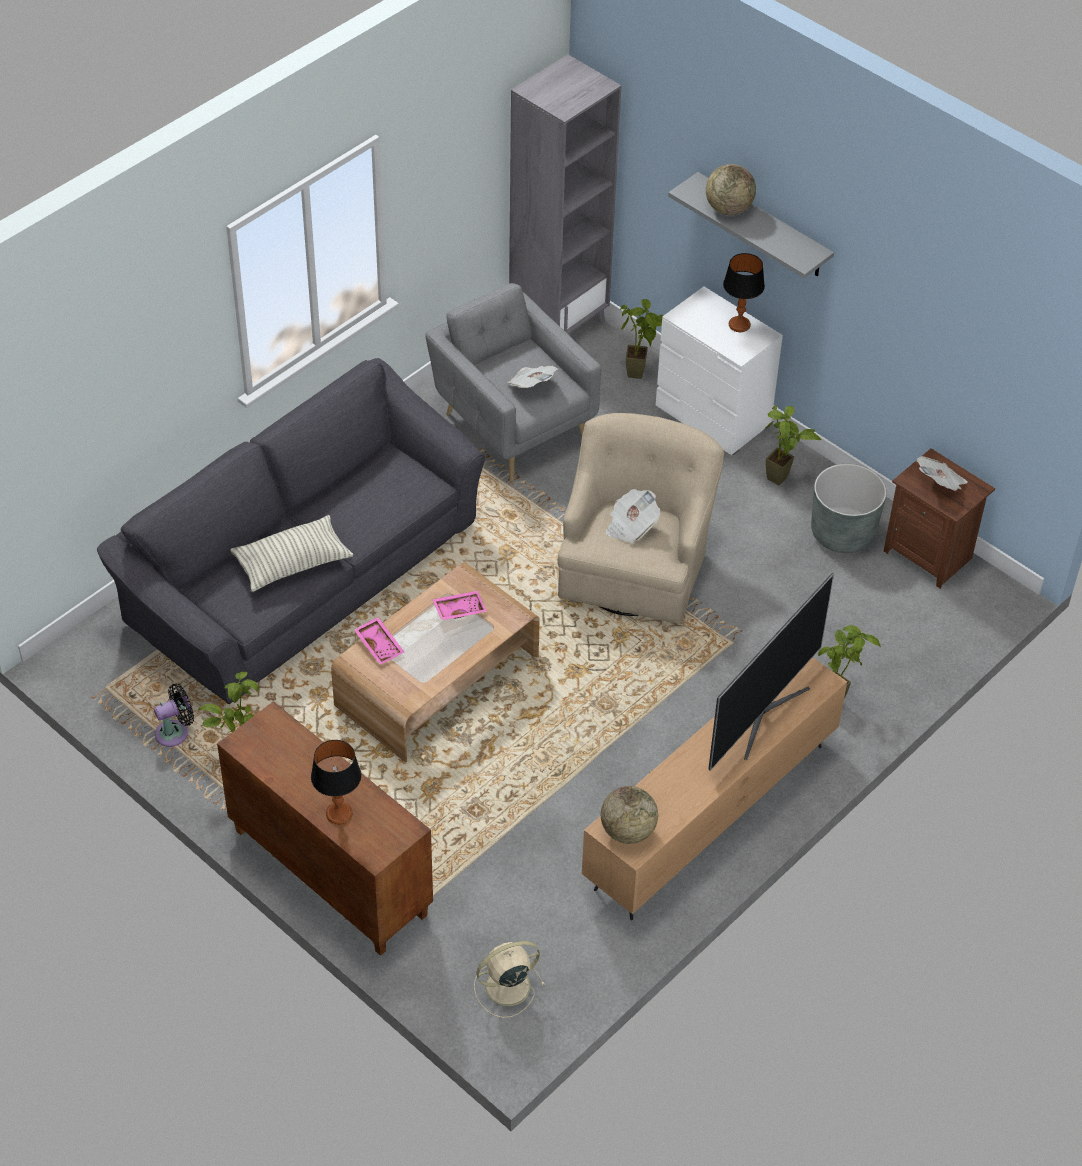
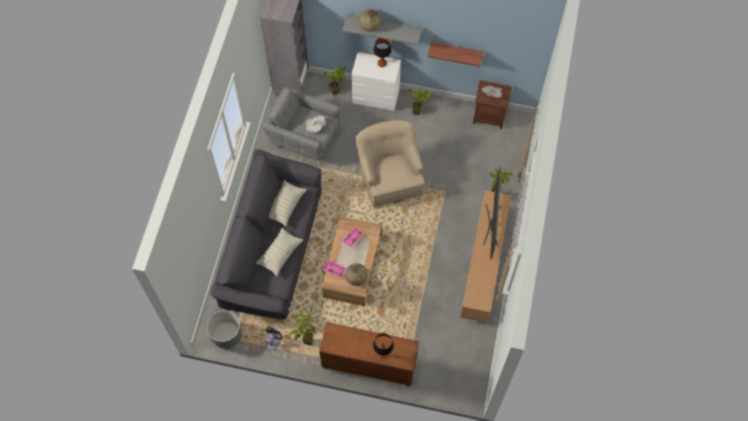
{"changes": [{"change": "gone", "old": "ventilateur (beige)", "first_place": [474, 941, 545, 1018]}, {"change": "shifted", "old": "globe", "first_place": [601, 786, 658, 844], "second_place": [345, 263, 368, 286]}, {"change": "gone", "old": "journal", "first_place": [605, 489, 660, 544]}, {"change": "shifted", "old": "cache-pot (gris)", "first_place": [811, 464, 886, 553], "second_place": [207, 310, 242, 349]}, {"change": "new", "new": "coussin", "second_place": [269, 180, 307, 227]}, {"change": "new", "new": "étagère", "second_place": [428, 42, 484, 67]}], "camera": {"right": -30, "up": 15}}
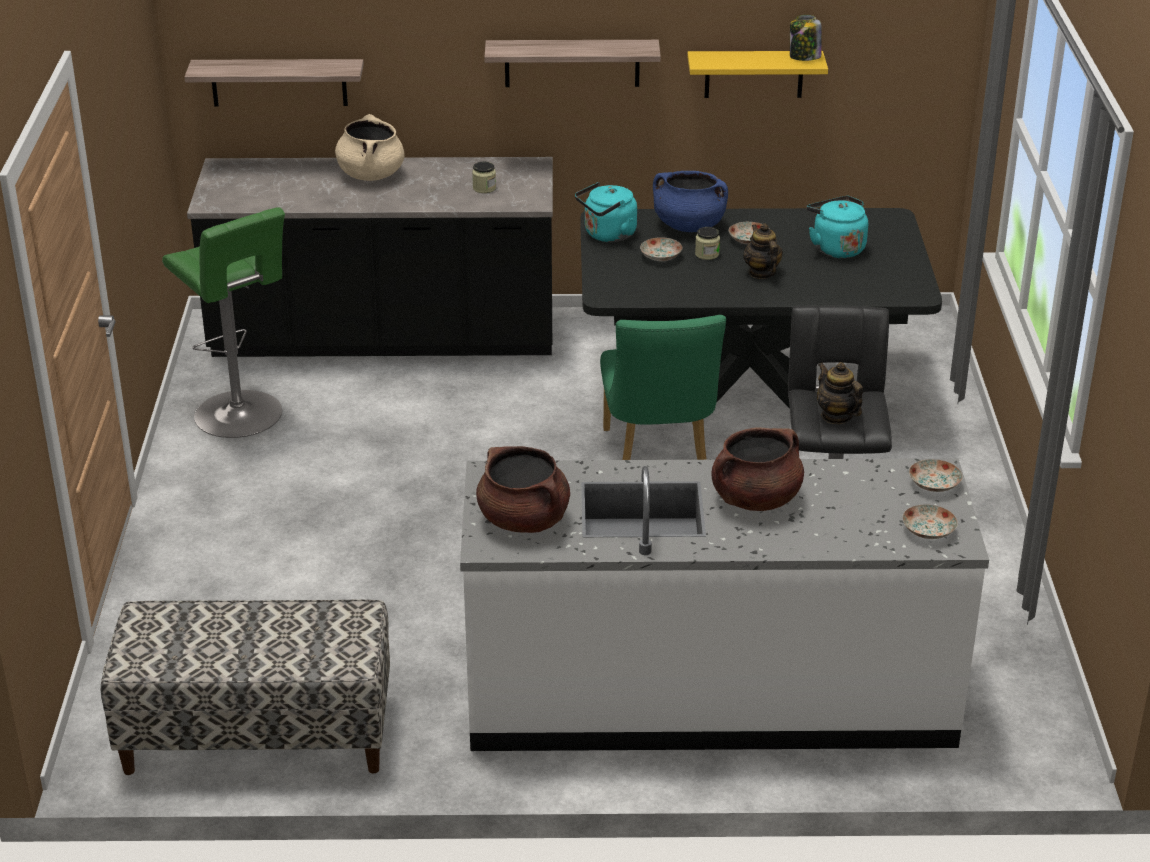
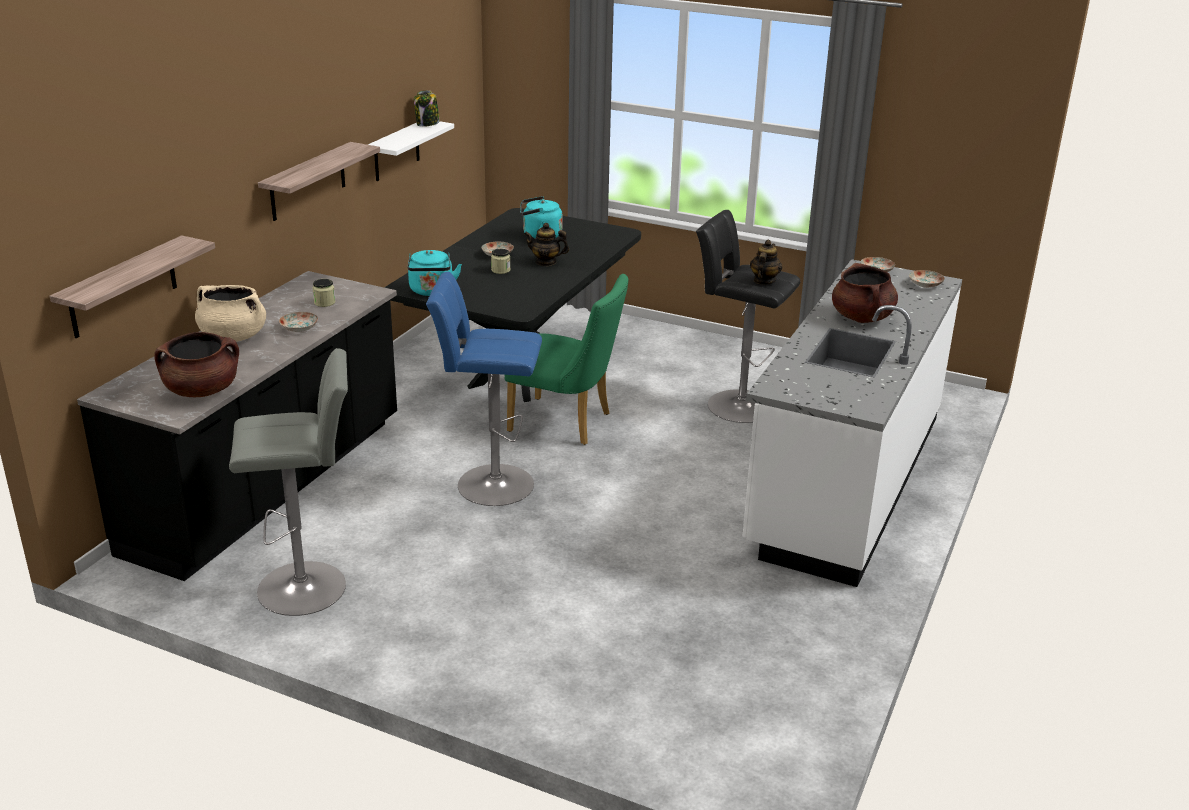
{"changes": [{"change": "gone", "old": "banc", "first_place": [101, 599, 390, 775]}, {"change": "repainted", "old": "tabouret (vert)", "new": "tabouret (gris)", "first_place": [162, 207, 285, 438], "second_place": [229, 348, 348, 616]}, {"change": "shifted", "old": "marmite (marron)", "first_place": [476, 446, 570, 533], "second_place": [154, 332, 239, 397]}, {"change": "shifted", "old": "assiette", "first_place": [640, 237, 682, 261], "second_place": [279, 312, 318, 332]}, {"change": "gone", "old": "marmite (bleu)", "first_place": [653, 171, 728, 232]}, {"change": "repainted", "old": "étagère (jaune)", "new": "étagère (blanc)", "first_place": [687, 51, 828, 98], "second_place": [368, 122, 454, 181]}, {"change": "rotated", "old": "théière", "first_place": [817, 362, 863, 424], "second_place": [750, 240, 782, 284], "degrees": 120}, {"change": "new", "new": "tabouret (bleu)", "second_place": [426, 272, 542, 506]}], "camera": {"right": -65, "up": -5}}
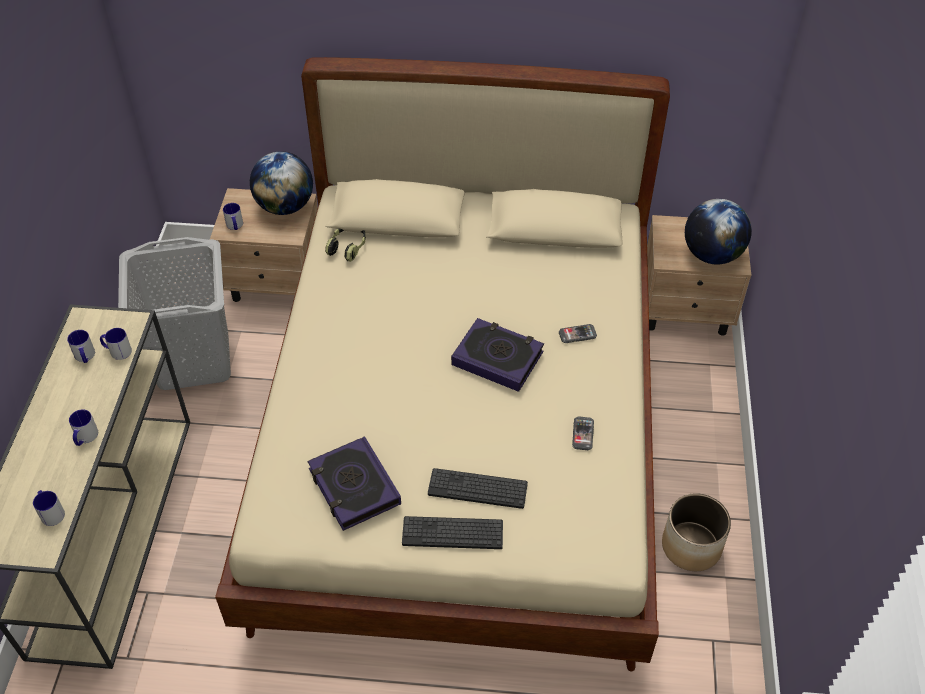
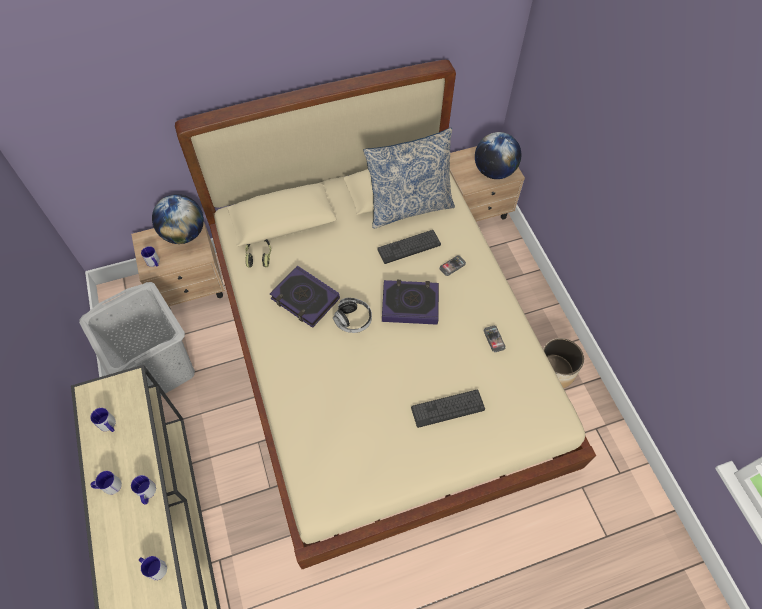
{"changes": [{"change": "shifted", "old": "mug", "first_place": [100, 328, 132, 360], "second_place": [91, 471, 122, 495]}, {"change": "shifted", "old": "livre", "first_place": [308, 436, 401, 531], "second_place": [270, 266, 340, 328]}, {"change": "shifted", "old": "clavier", "first_place": [402, 516, 503, 549], "second_place": [377, 230, 441, 264]}, {"change": "new", "new": "casque audio", "second_place": [333, 298, 372, 333]}, {"change": "new", "new": "coussin", "second_place": [363, 128, 455, 229]}], "camera": {"right": -25, "up": 10}}
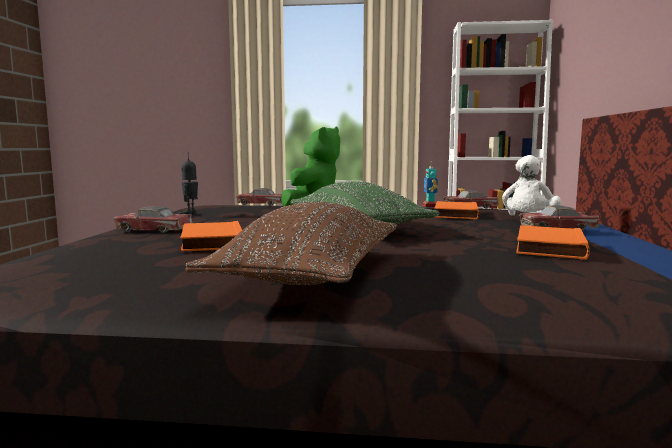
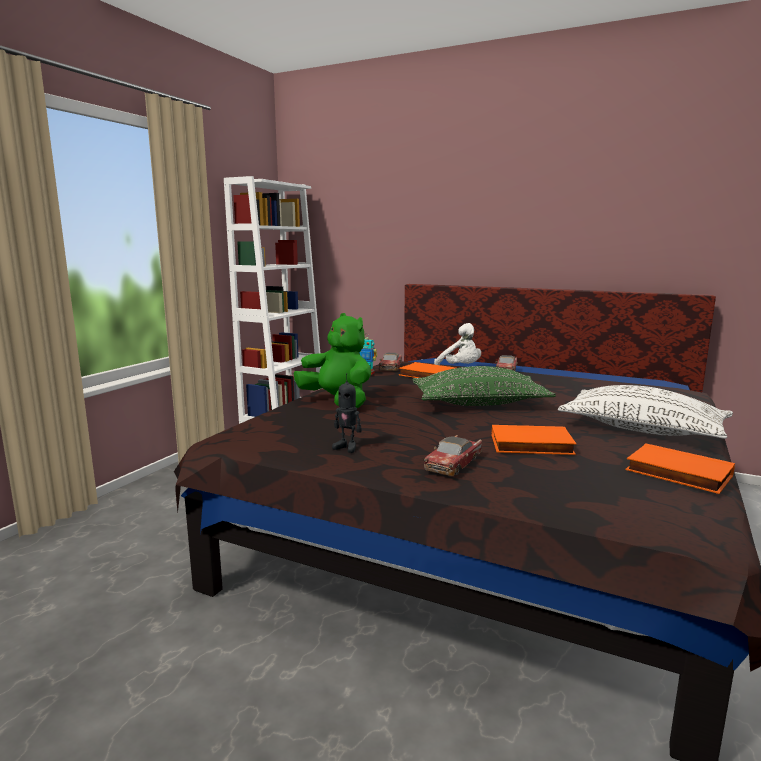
{"changes": [{"change": "repainted", "old": "coussin (marron)", "new": "coussin (blanc)", "first_place": [185, 202, 397, 285], "second_place": [558, 385, 733, 439]}, {"change": "gone", "old": "petite voiture", "first_place": [236, 188, 282, 206]}, {"change": "shifted", "old": "livre (orange)", "first_place": [516, 225, 590, 260], "second_place": [625, 443, 735, 494]}], "camera": {"right": -70, "up": 5}}
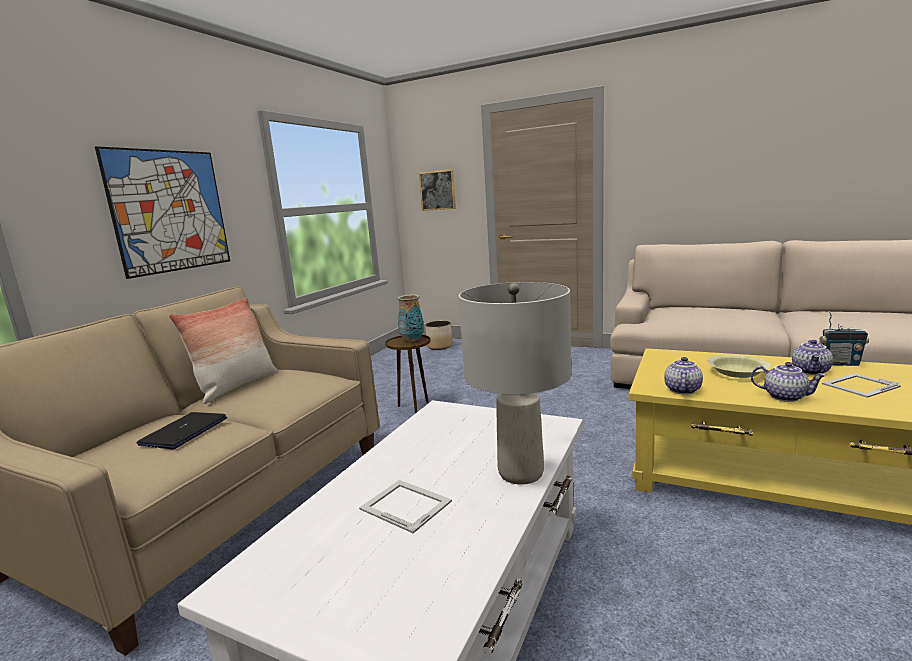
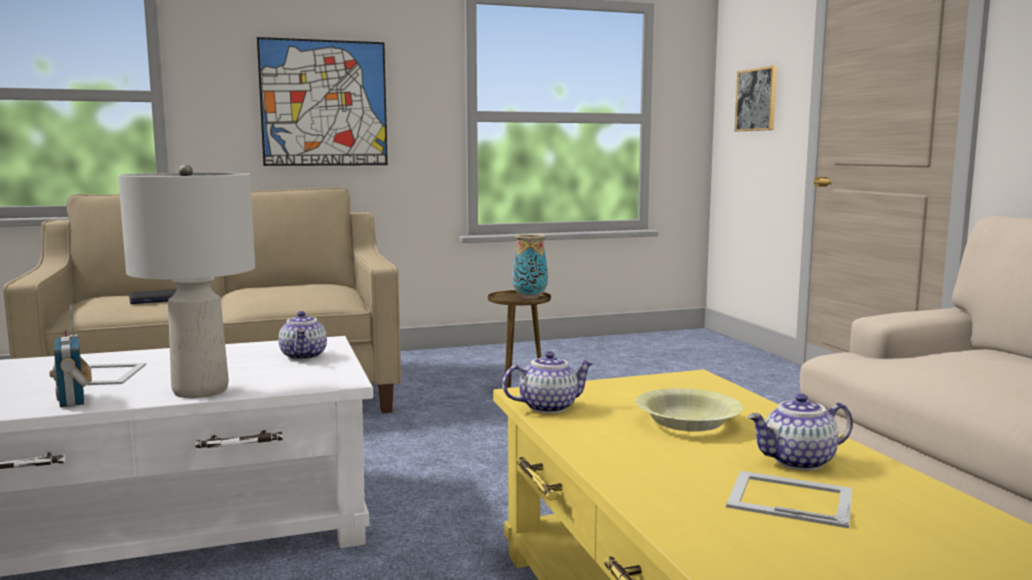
{"changes": [{"change": "gone", "old": "coussin", "first_place": [169, 298, 278, 404]}, {"change": "gone", "old": "cache-pot", "first_place": [425, 321, 453, 350]}, {"change": "shifted", "old": "théière", "first_place": [751, 362, 827, 402], "second_place": [279, 311, 327, 360]}, {"change": "shifted", "old": "radio", "first_place": [819, 311, 869, 366], "second_place": [49, 305, 92, 407]}], "camera": {"right": 45, "up": -5}}
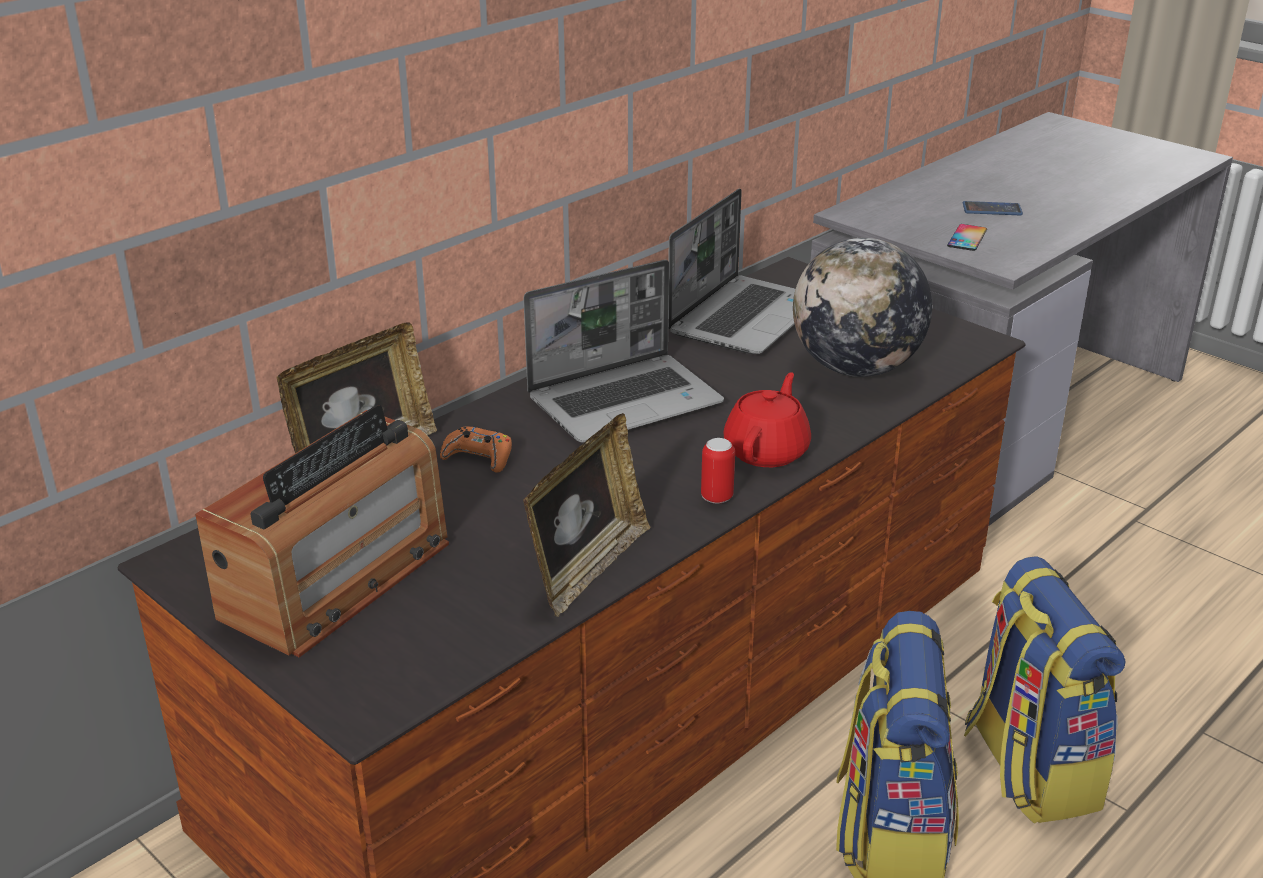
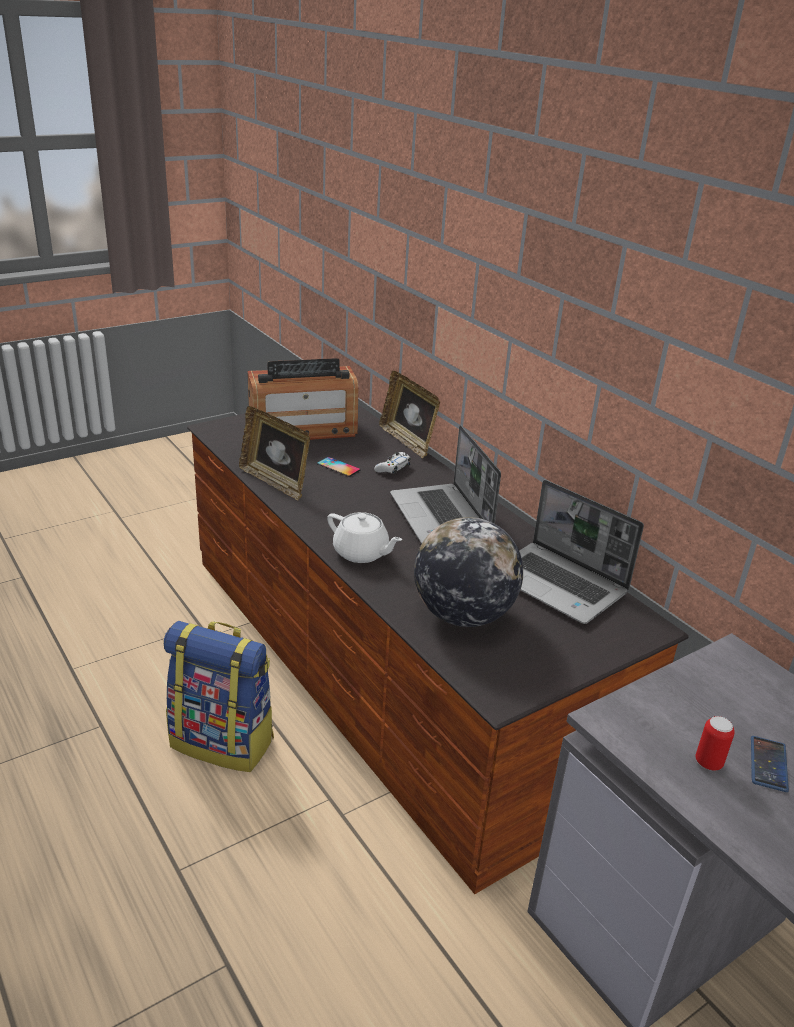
{"changes": [{"change": "rotated", "old": "radio", "first_place": [195, 405, 449, 657], "second_place": [247, 358, 358, 440], "degrees": -60}, {"change": "repainted", "old": "manette (orange)", "new": "manette (blanc)", "first_place": [440, 426, 512, 473], "second_place": [374, 452, 411, 474]}, {"change": "shifted", "old": "boîte métallique", "first_place": [701, 438, 735, 504], "second_place": [696, 716, 735, 771]}, {"change": "repainted", "old": "théière (rouge)", "new": "théière (blanc)", "first_place": [724, 372, 811, 467], "second_place": [327, 512, 402, 563]}, {"change": "shifted", "old": "téléphone", "first_place": [947, 224, 987, 251], "second_place": [317, 457, 361, 477]}, {"change": "gone", "old": "sac à dos", "first_place": [964, 556, 1125, 824]}], "camera": {"right": 100, "up": 0}}
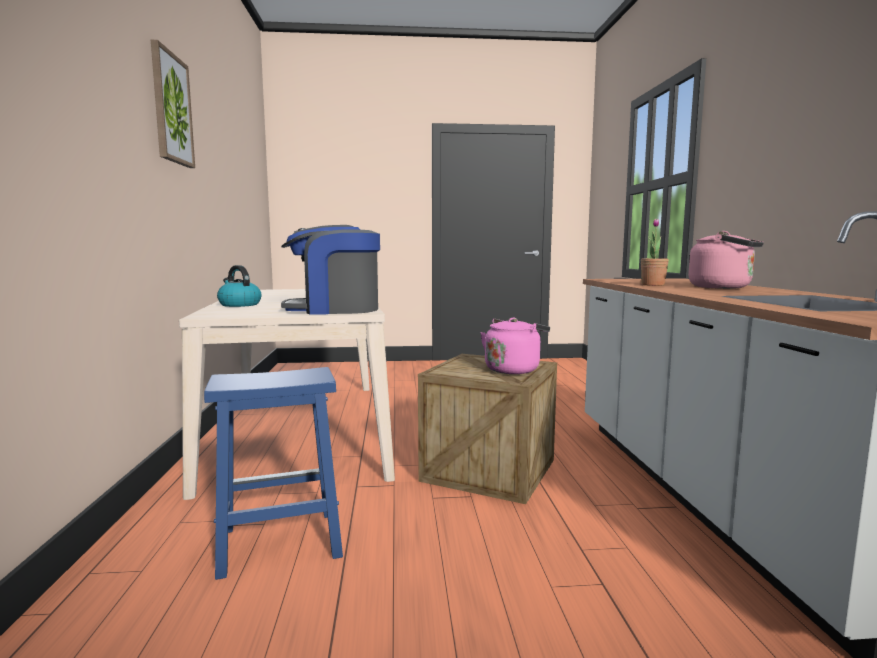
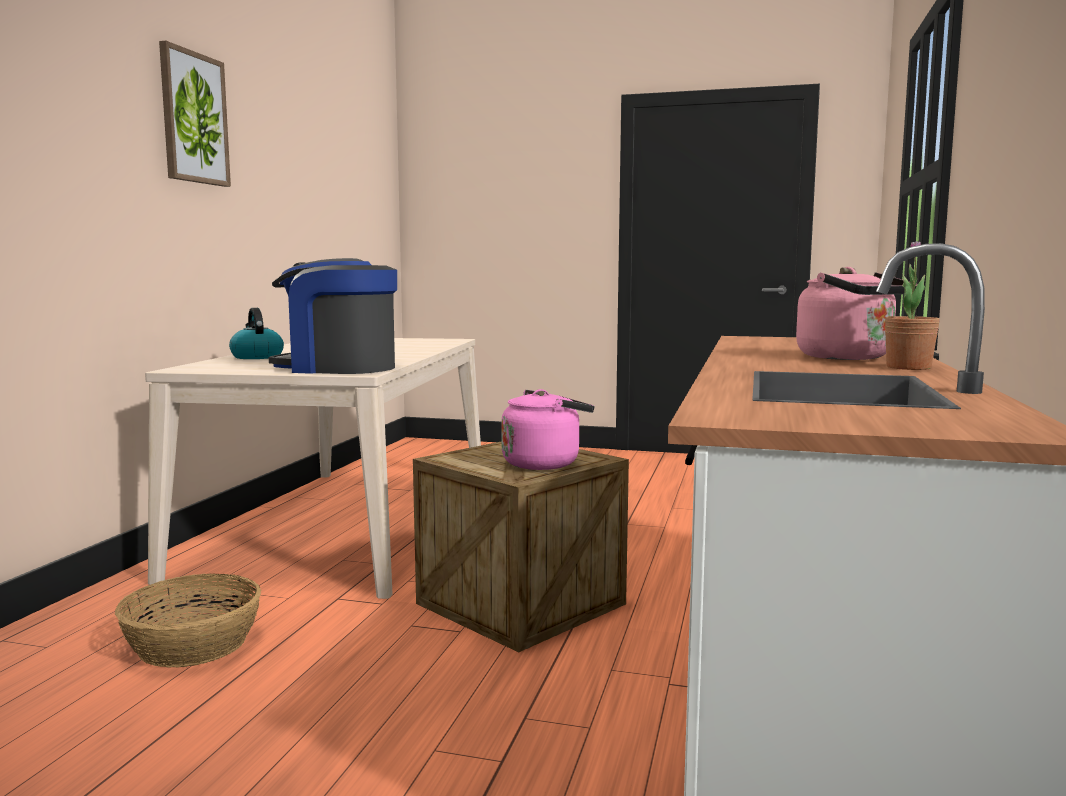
{"changes": [{"change": "swapped", "old": "tabouret (bleu)", "new": "panier", "first_place": [204, 367, 343, 580], "second_place": [115, 574, 261, 668]}, {"change": "shifted", "old": "plante en pot", "first_place": [641, 219, 669, 286], "second_place": [885, 241, 940, 370]}], "camera": {"right": 20, "up": 0}}
